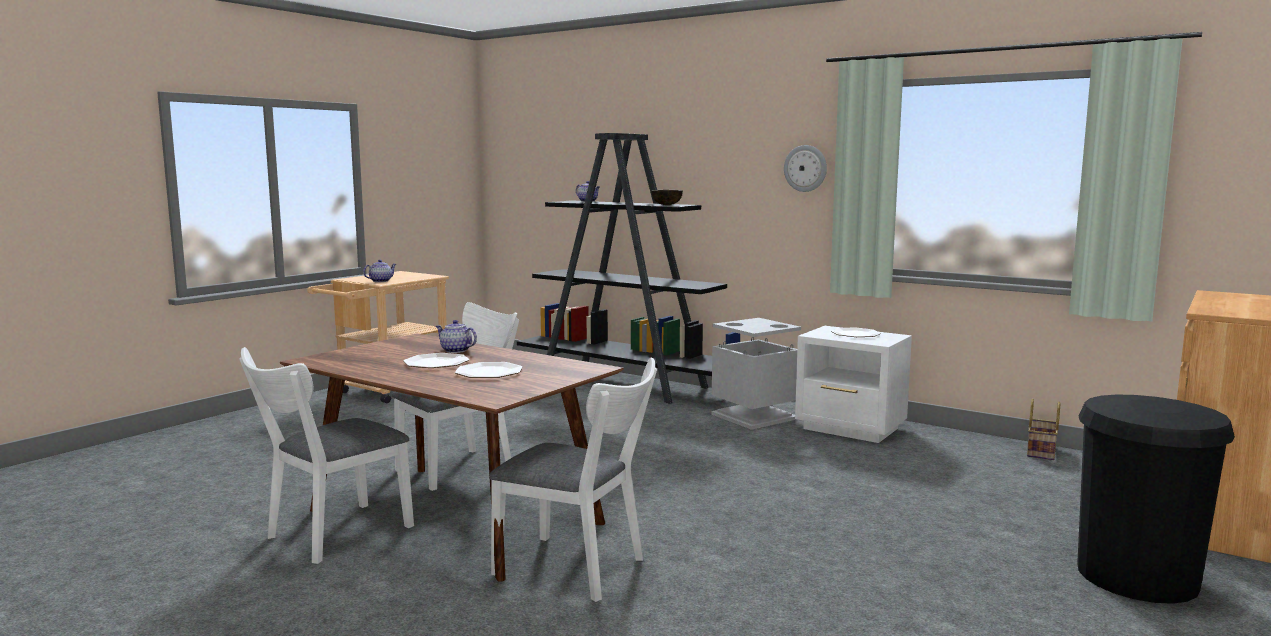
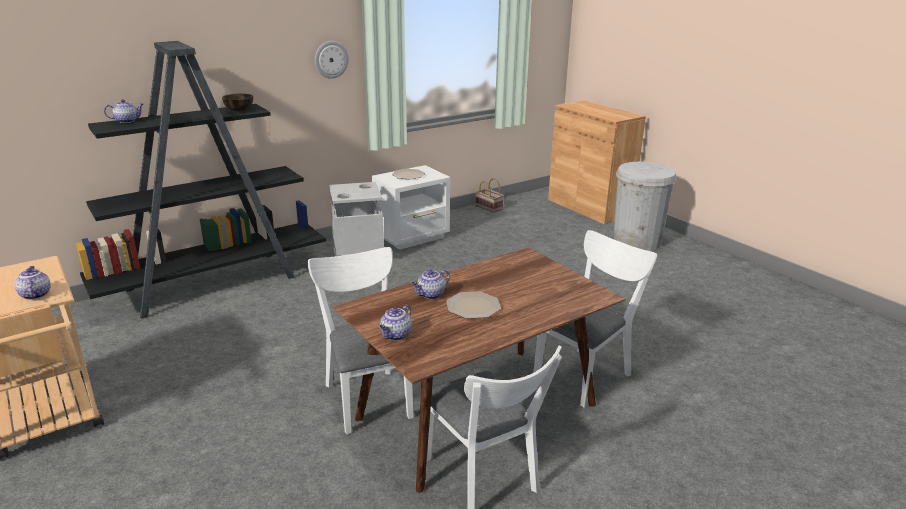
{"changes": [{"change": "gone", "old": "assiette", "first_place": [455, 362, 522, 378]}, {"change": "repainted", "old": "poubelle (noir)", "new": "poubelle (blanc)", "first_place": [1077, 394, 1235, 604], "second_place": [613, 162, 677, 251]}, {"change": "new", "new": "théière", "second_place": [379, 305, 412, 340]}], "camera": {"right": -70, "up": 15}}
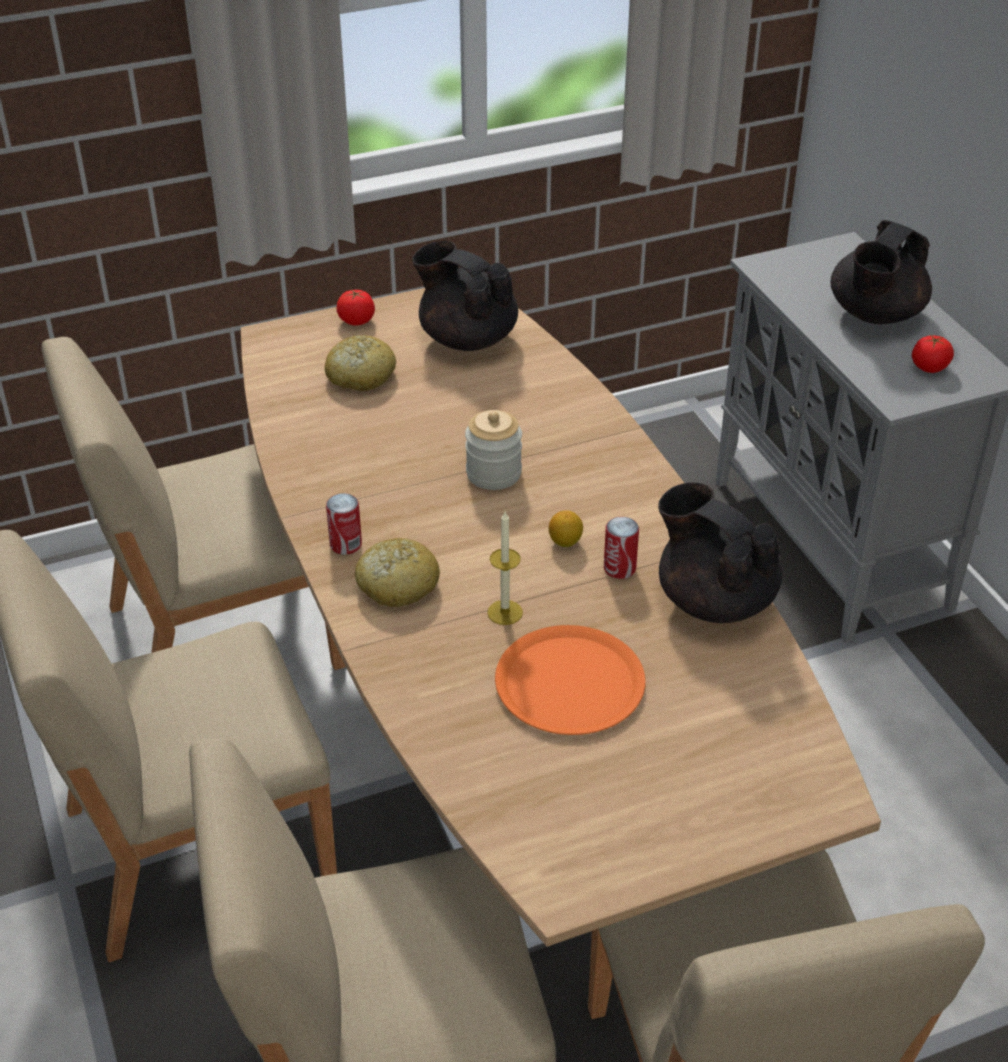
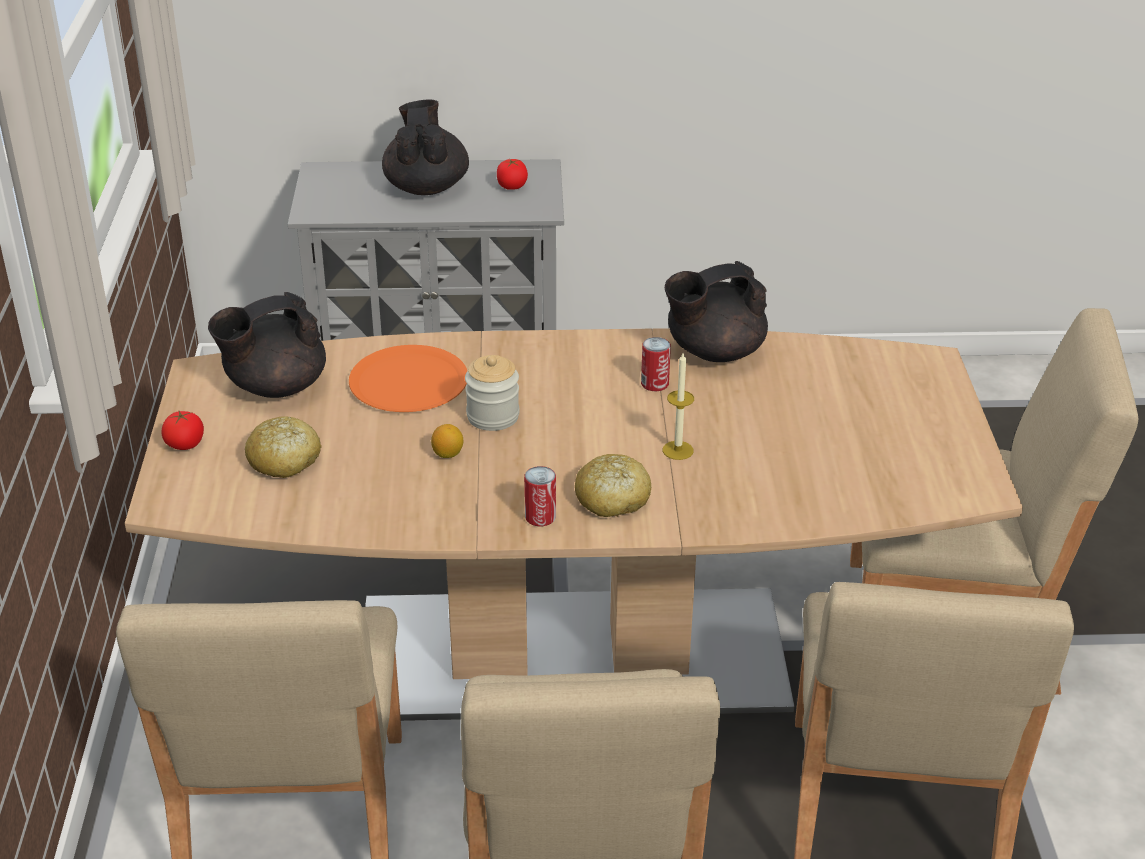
{"changes": [{"change": "shifted", "old": "assiette (orange)", "first_place": [495, 625, 646, 735], "second_place": [349, 345, 467, 412]}, {"change": "shifted", "old": "citron", "first_place": [549, 510, 583, 547], "second_place": [431, 424, 463, 458]}, {"change": "rotated", "old": "théière (noir)", "first_place": [830, 220, 932, 324], "second_place": [382, 99, 469, 195], "degrees": -150}], "camera": {"right": -70, "up": -5}}
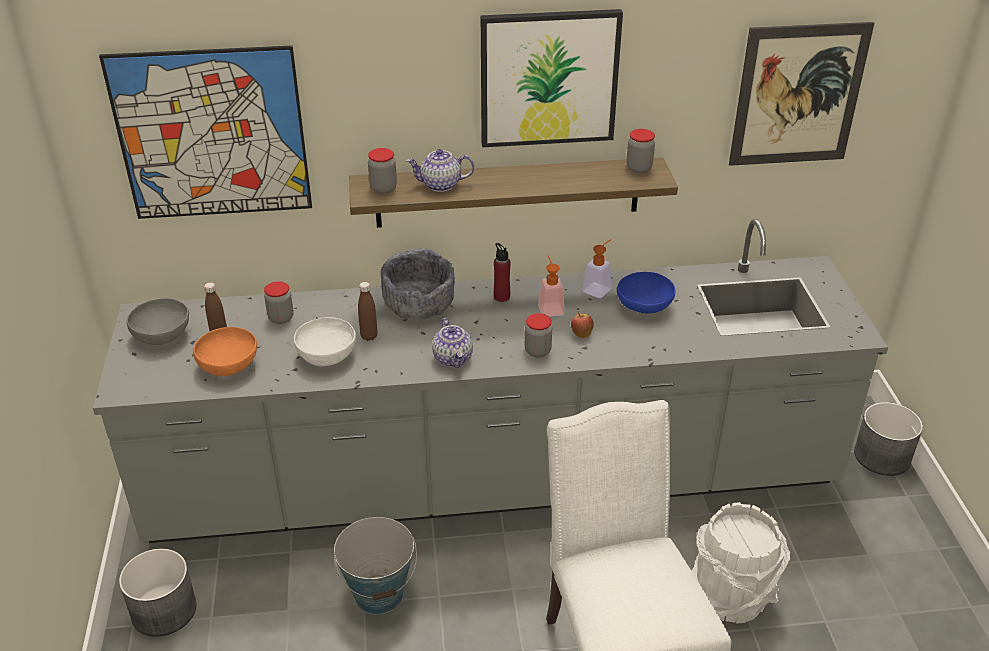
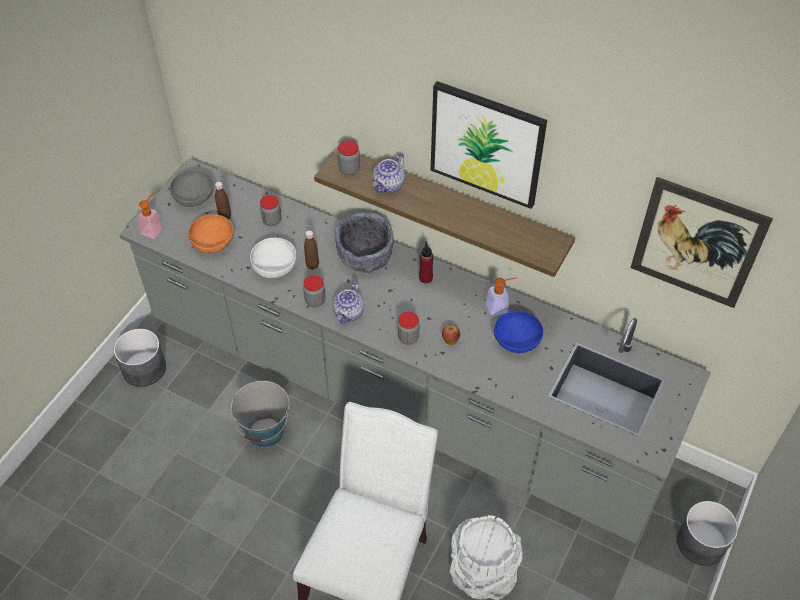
{"changes": [{"change": "gone", "old": "tableau", "first_place": [99, 45, 312, 219]}, {"change": "rotated", "old": "théière", "first_place": [406, 149, 474, 192], "second_place": [372, 153, 405, 193], "degrees": -90}, {"change": "shifted", "old": "distributeur de savon", "first_place": [538, 256, 565, 317], "second_place": [138, 193, 163, 239]}, {"change": "shifted", "old": "bocal", "first_place": [626, 129, 655, 173], "second_place": [303, 275, 325, 307]}], "camera": {"right": 35, "up": 15}}
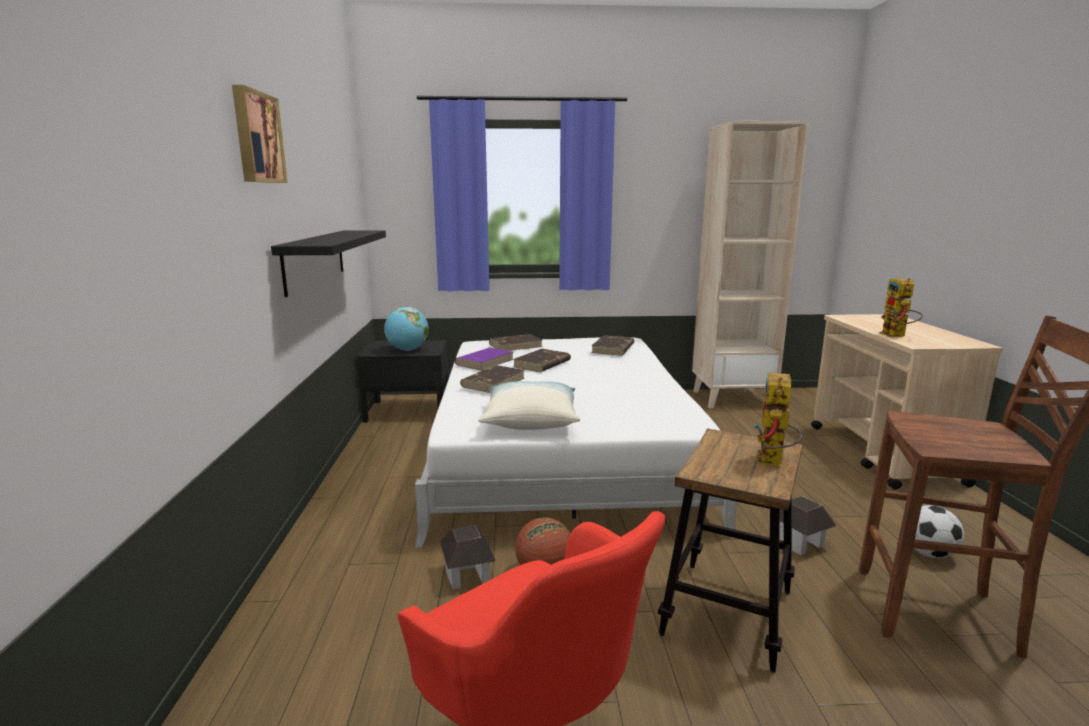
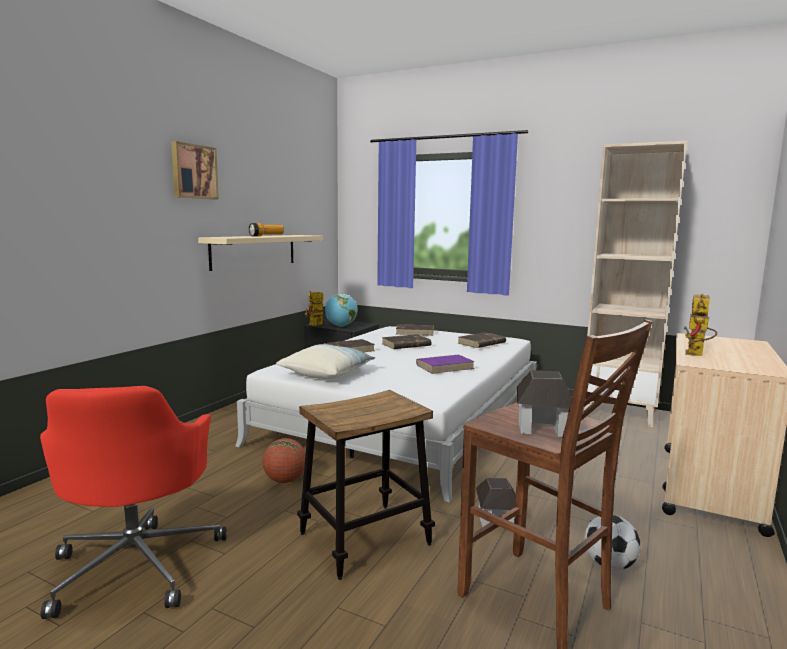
{"changes": [{"change": "repainted", "old": "étagère (noir)", "new": "étagère (beige)", "first_place": [271, 230, 386, 297], "second_place": [198, 235, 323, 271]}, {"change": "shifted", "old": "maison miniature", "first_place": [440, 525, 496, 589], "second_place": [517, 370, 572, 437]}, {"change": "shifted", "old": "livre (violet)", "first_place": [455, 348, 513, 371], "second_place": [416, 355, 475, 374]}, {"change": "shifted", "old": "robot jouet", "first_place": [755, 372, 803, 466], "second_place": [305, 291, 324, 326]}, {"change": "new", "new": "lampe de poche", "second_place": [249, 223, 284, 236]}], "camera": {"right": 30, "up": -5}}
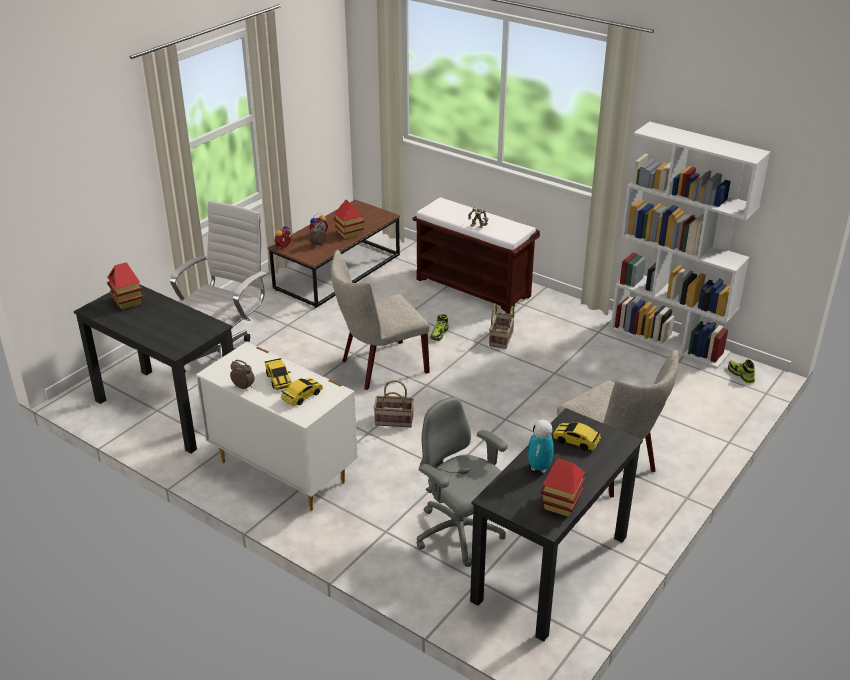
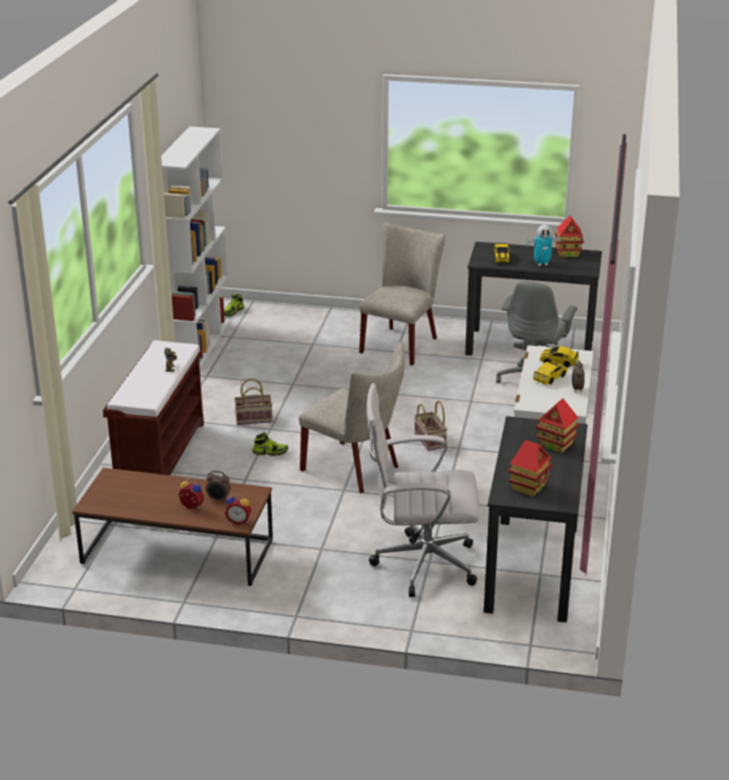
{"changes": [{"change": "shifted", "old": "maison miniature", "first_place": [334, 200, 365, 239], "second_place": [536, 398, 580, 453]}], "camera": {"right": -115, "up": -5}}
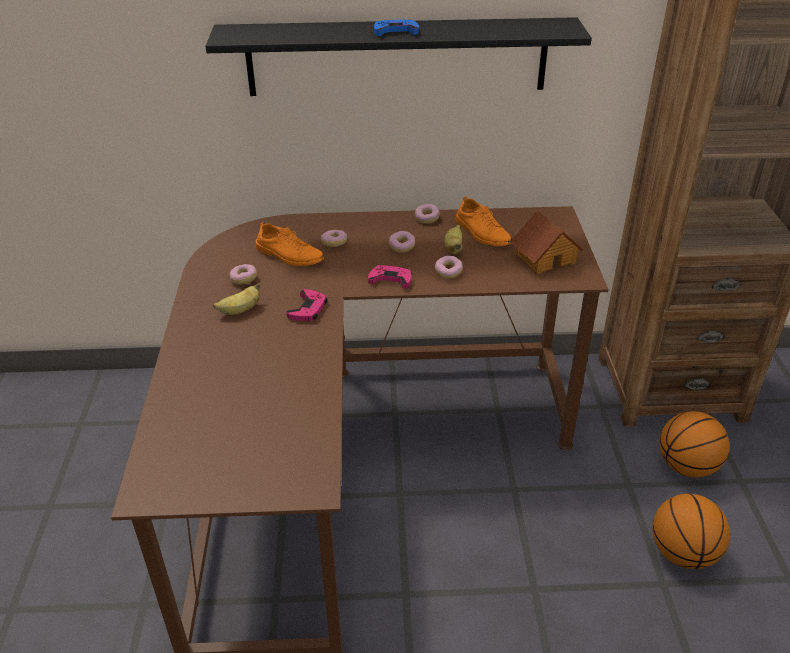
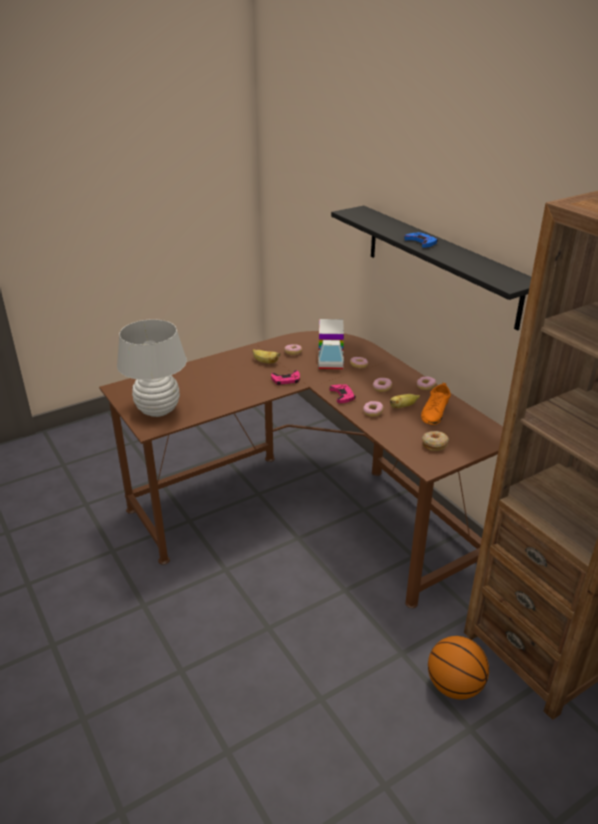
{"changes": [{"change": "swapped", "old": "chaussure (orange)", "new": "camion jouet", "first_place": [256, 222, 324, 266], "second_place": [318, 319, 344, 369]}, {"change": "swapped", "old": "maison miniature", "new": "beignet", "first_place": [510, 210, 583, 274], "second_place": [422, 431, 449, 451]}, {"change": "gone", "old": "ballon de basket", "first_place": [652, 494, 730, 569]}, {"change": "new", "new": "lampe de table (blanc)", "second_place": [117, 319, 187, 417]}], "camera": {"right": 60, "up": -5}}
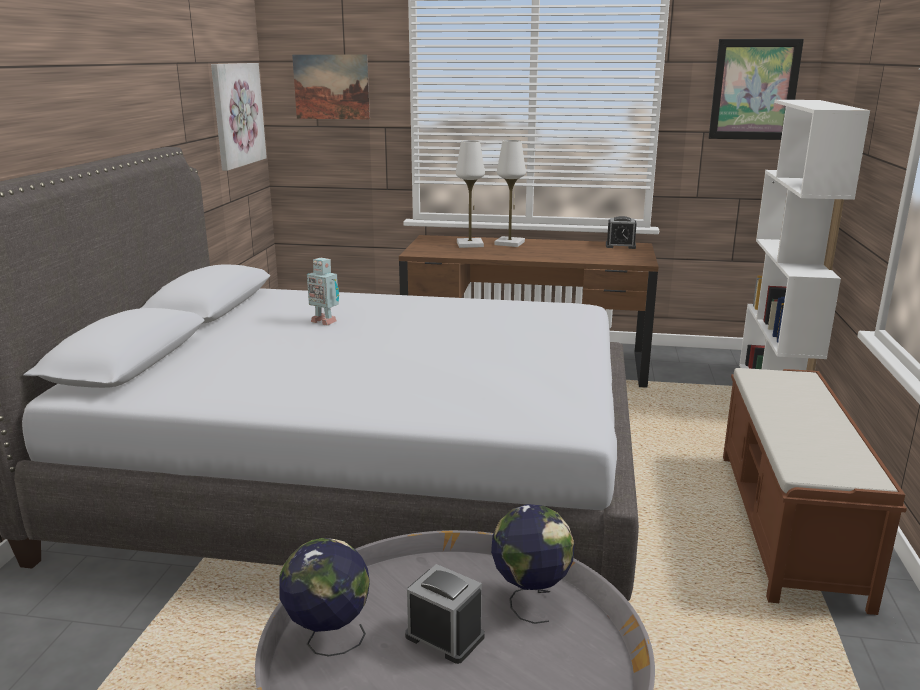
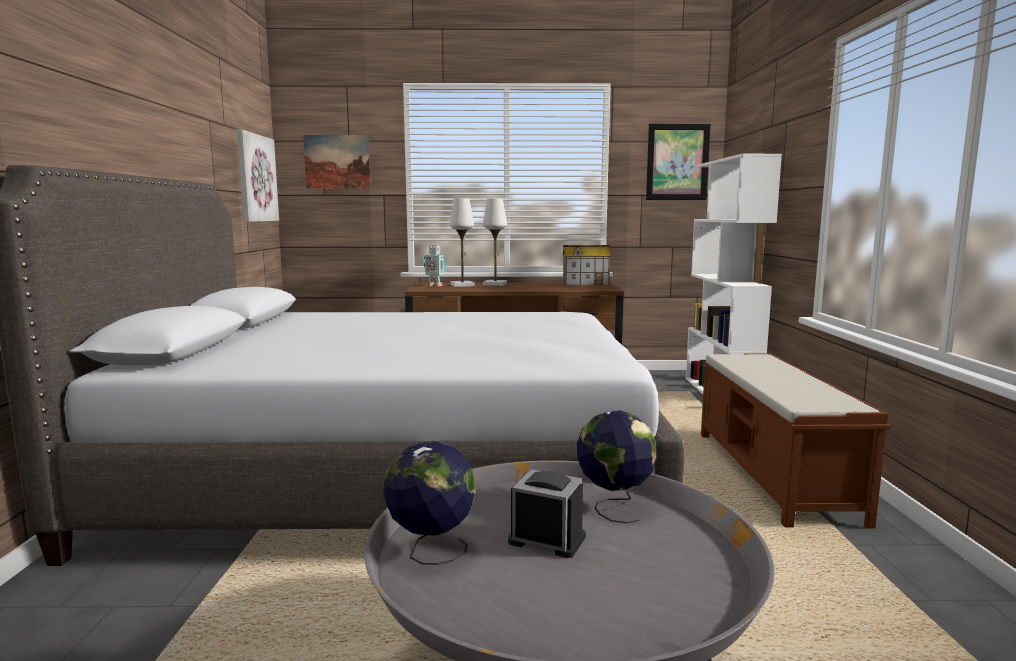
{"changes": [{"change": "shifted", "old": "robot jouet", "first_place": [307, 258, 339, 326], "second_place": [424, 246, 445, 287]}, {"change": "swapped", "old": "réveil", "new": "maison miniature", "first_place": [606, 216, 637, 249], "second_place": [563, 245, 611, 285]}], "camera": {"right": -10, "up": -10}}
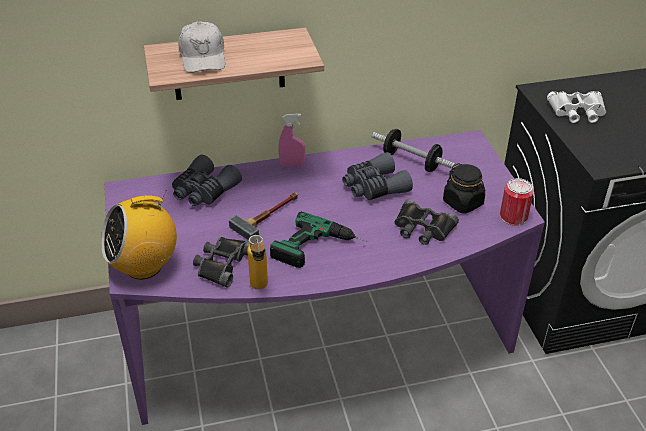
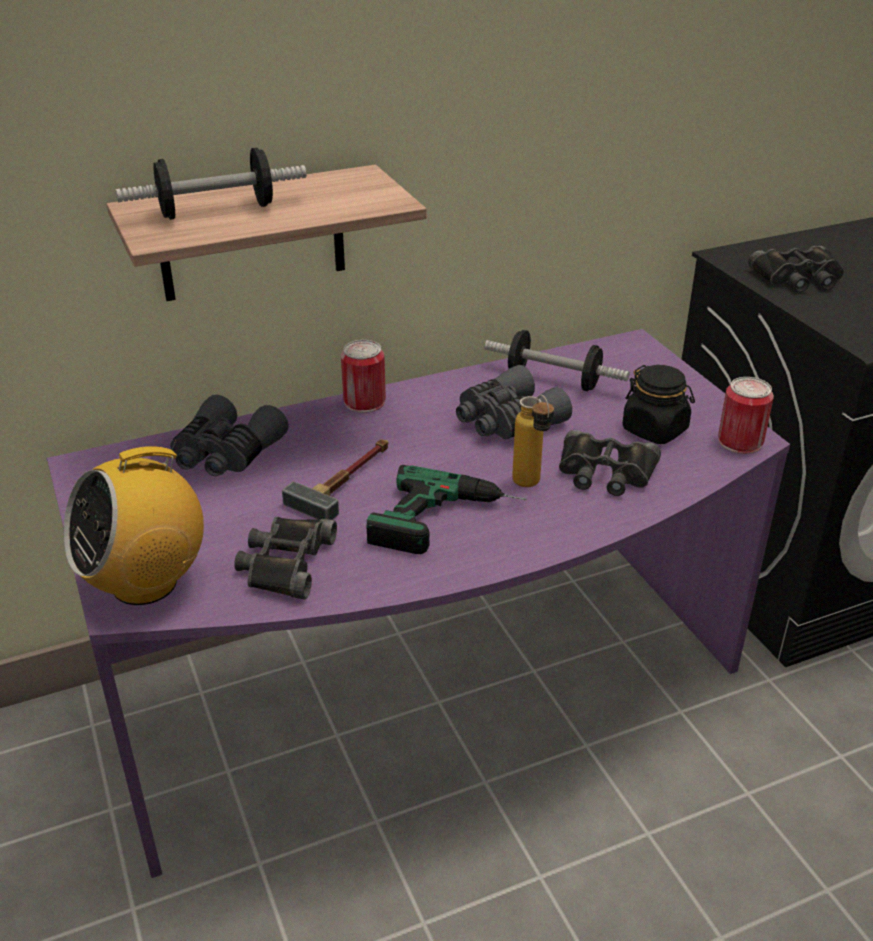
{"changes": [{"change": "swapped", "old": "casquette (blanc)", "new": "haltère", "first_place": [178, 21, 225, 73], "second_place": [116, 147, 306, 220]}, {"change": "shifted", "old": "bouteille", "first_place": [247, 235, 268, 289], "second_place": [512, 395, 554, 487]}, {"change": "swapped", "old": "vaporisateur (rose)", "new": "boîte métallique", "first_place": [278, 113, 306, 167], "second_place": [341, 340, 386, 413]}, {"change": "repainted", "old": "jumelles (blanc)", "new": "jumelles (noir)", "first_place": [547, 91, 606, 123], "second_place": [748, 246, 844, 292]}], "camera": {"right": -10, "up": -5}}
